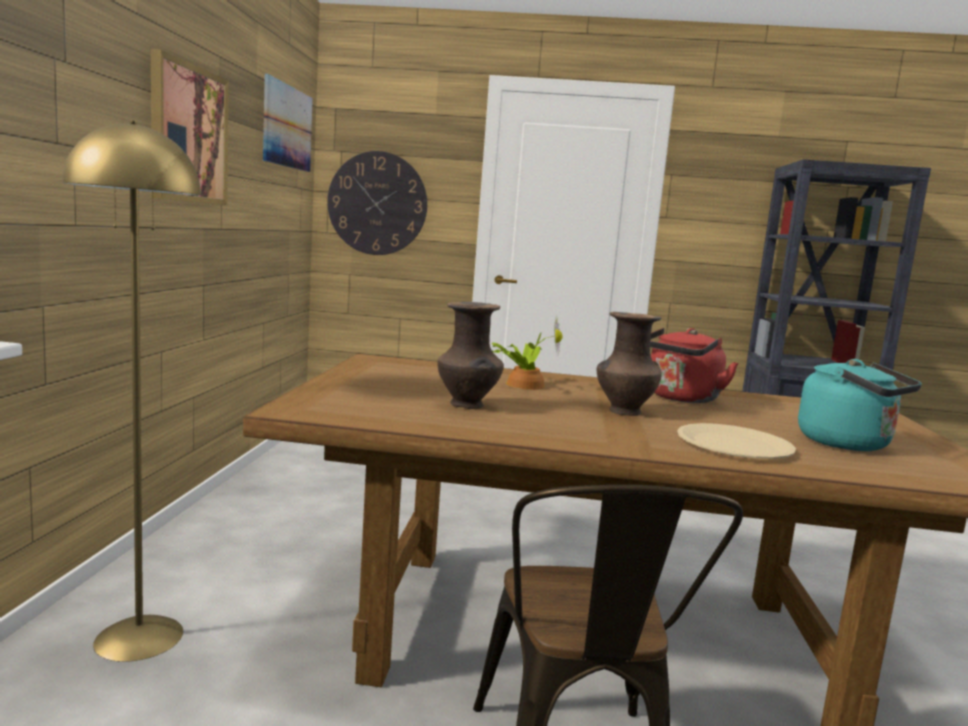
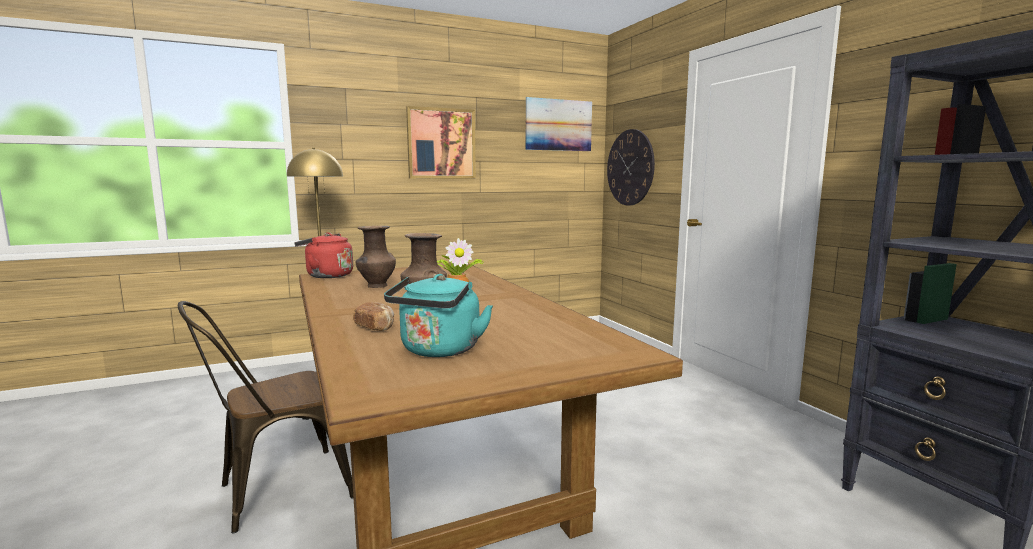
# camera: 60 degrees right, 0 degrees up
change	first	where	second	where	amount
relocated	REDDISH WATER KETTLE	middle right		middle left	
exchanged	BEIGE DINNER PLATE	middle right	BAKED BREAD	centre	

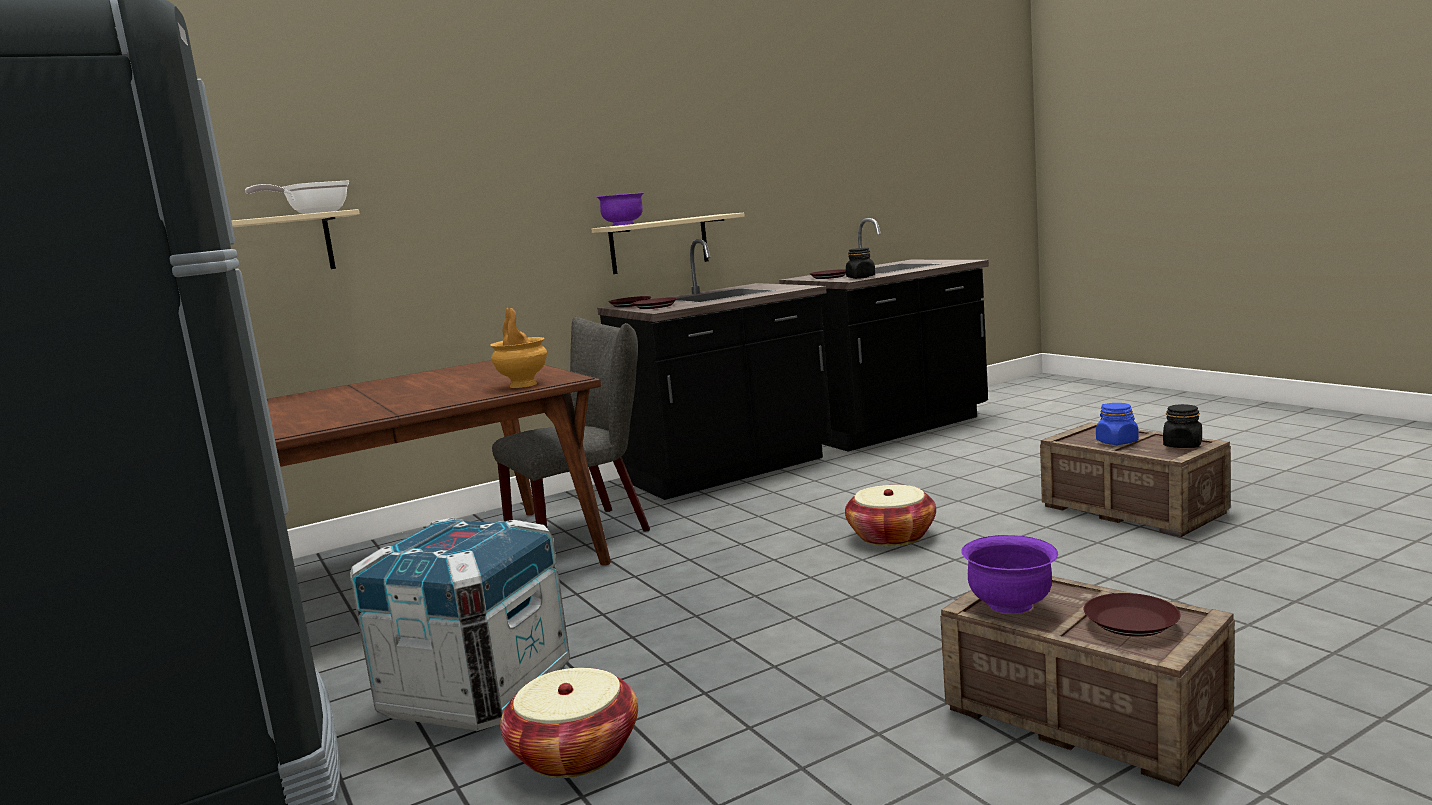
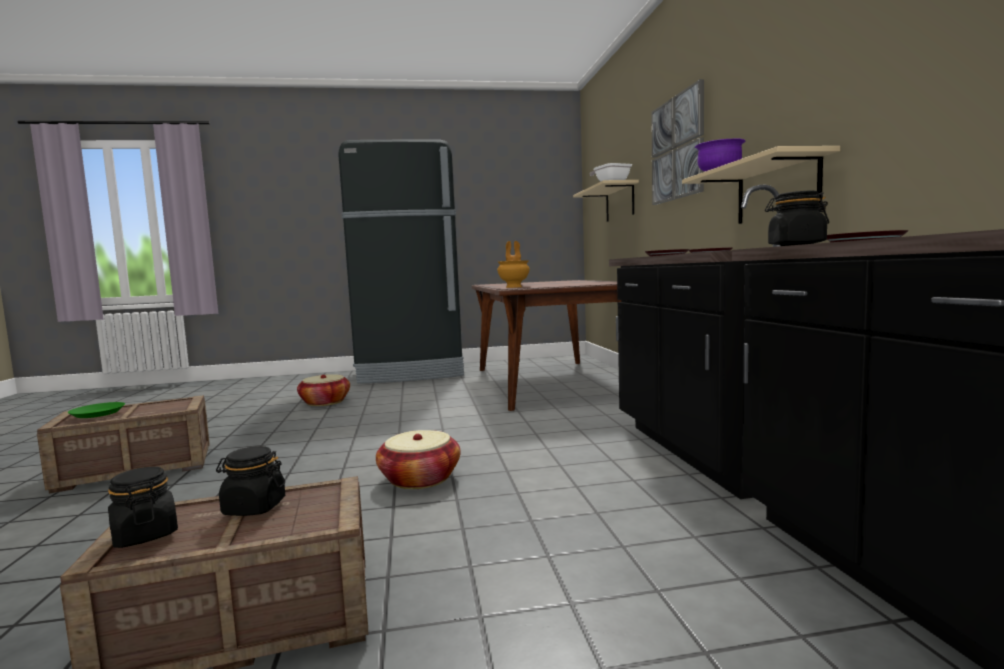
# camera: 110 degrees right, 5 degrees down
change	first	where	second	where	amount
missing	PACKING CRATE (no. 1 from left)	bottom left			
missing	GREY CHAIR	centre			
missing	PURPLE BOWL (no. 2 from left)	bottom right			
colour	BROWN DINNER PLATE (no. 4 from left)	bottom right	GREEN DINNER PLATE	middle left	
colour	BLUISH PRESERVE JAR	middle right	BLACK PRESERVE JAR (no. 2 from left)	bottom left	
appeared			WALL PICTURE	top right	

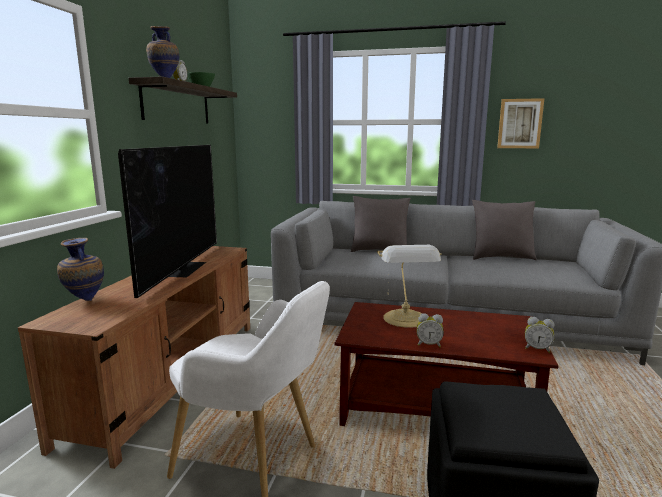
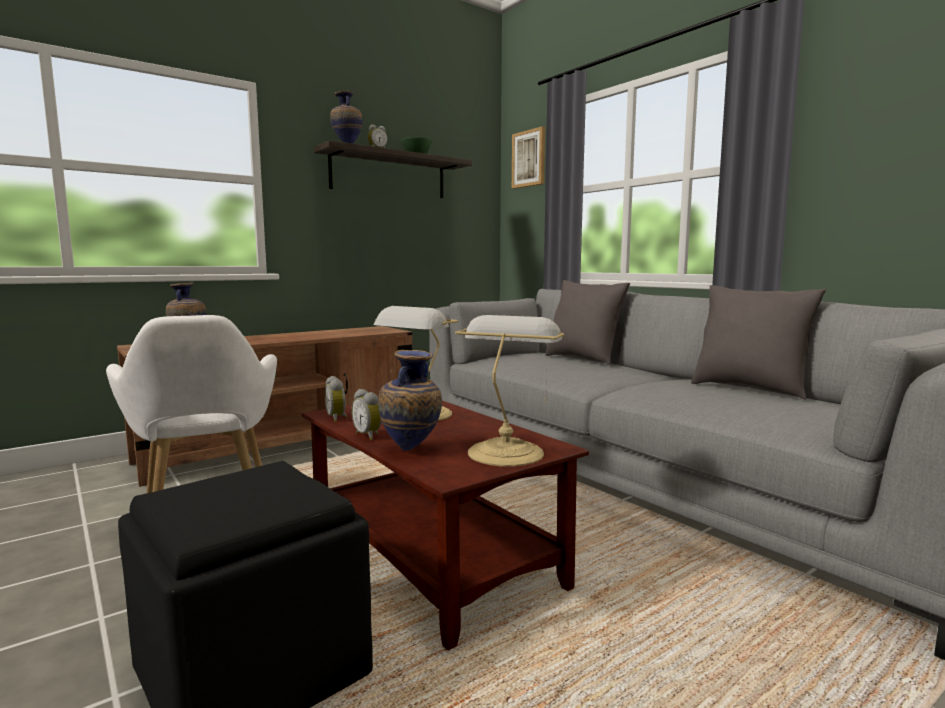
# camera: 40 degrees right, 5 degrees down
change	first	where	second	where	amount
missing	TELEVISION	middle left			
relocated	WALL PICTURE	top right		top centre	
relocated	BEDSIDE CLOCK (no. 3 from left in the first image)	bottom right	BEDSIDE CLOCK (no. 1 from left)	centre	
appeared			VASE (no. 3 from left)	centre	
appeared			TABLE LAMP (no. 2 from left)	centre	

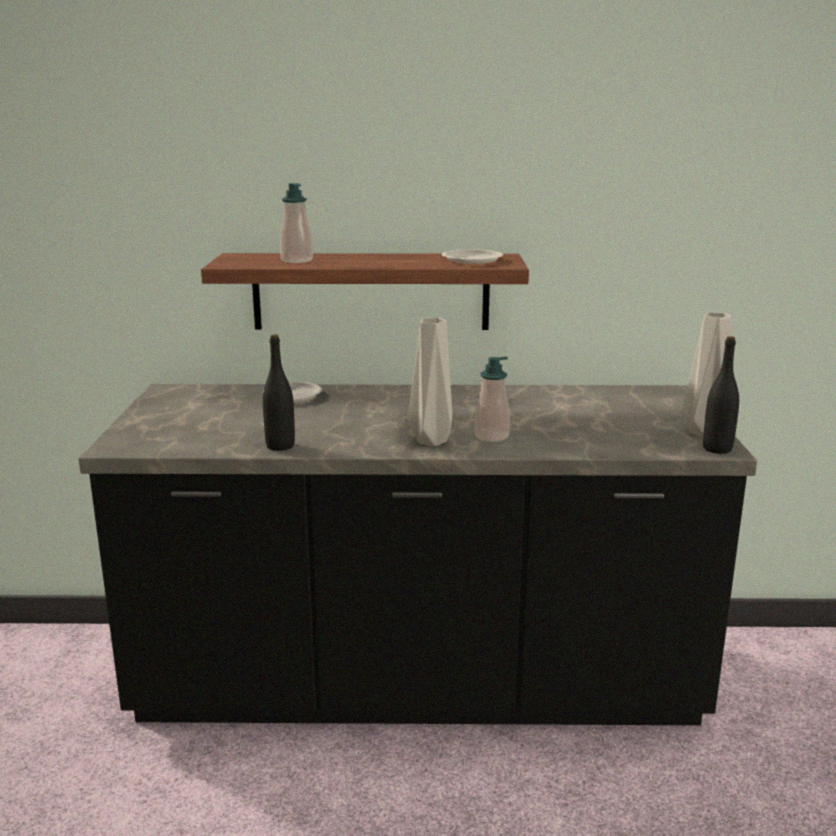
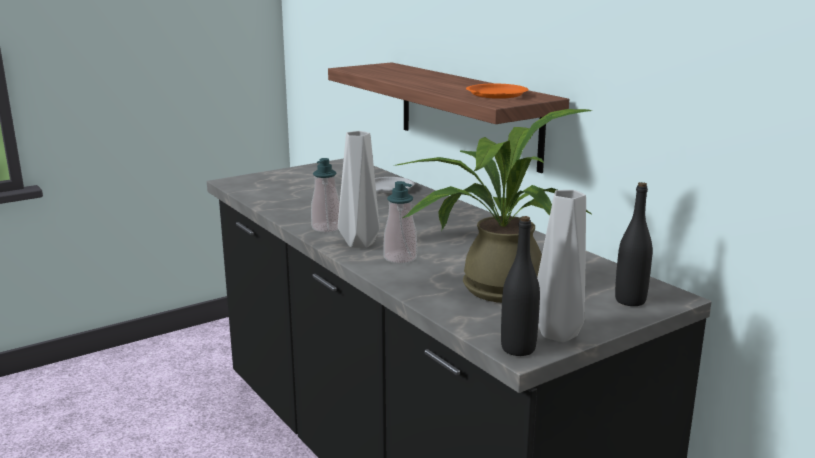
# camera: 55 degrees right, 0 degrees up
change	first	where	second	where	amount
relocated	BLACK BOTTLE (no. 1 from left in the first image)	centre	BLACK BOTTLE (no. 2 from left)	middle right	
relocated	SOAP BOTTLE (no. 1 from left)	top centre		centre	
colour	WHITISH DINNER PLATE (no. 2 from left)	top centre	ORANGE-COLOURED DINNER PLATE	top centre	
appeared			PLANT IN A POT	centre	

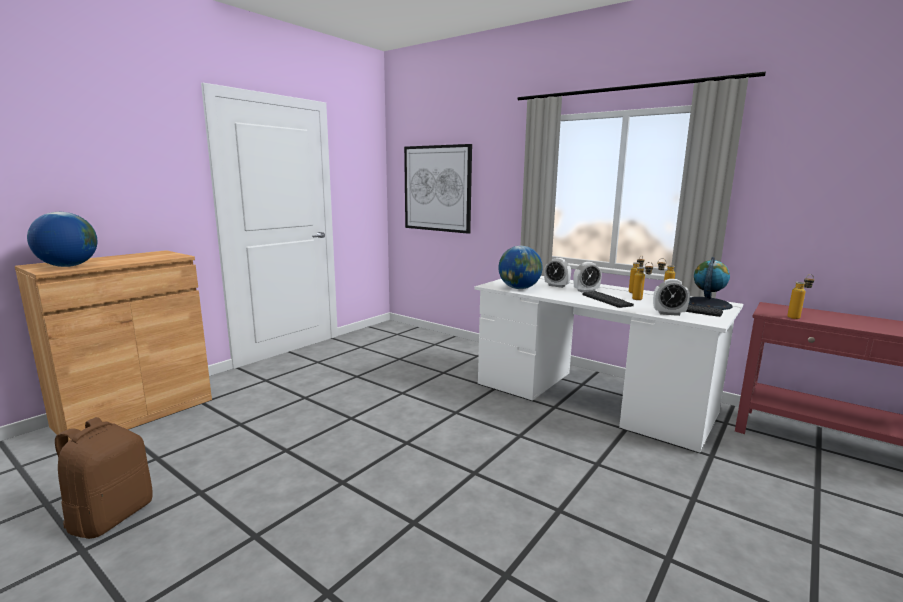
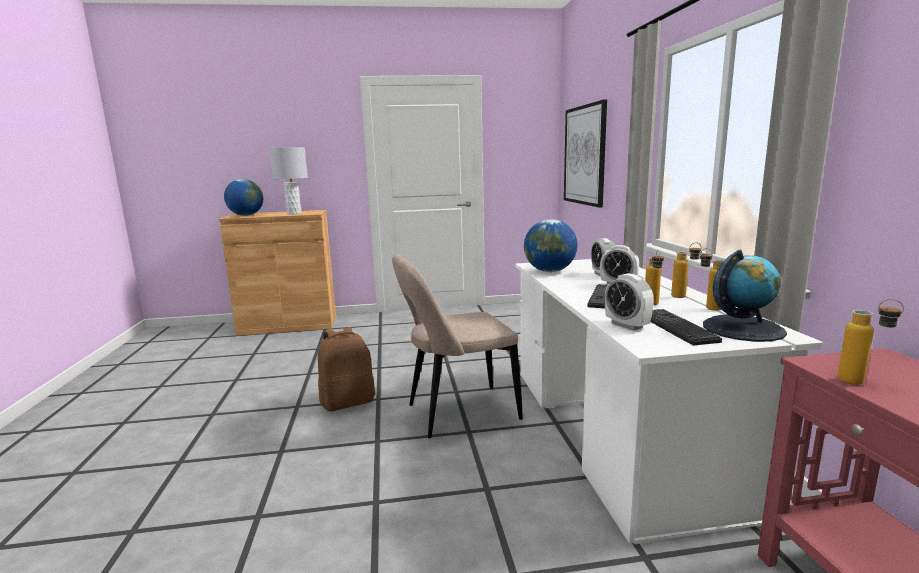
# camera: 45 degrees right, 0 degrees up
change	first	where	second	where	amount
relocated	BROWN RUCKSACK	bottom left		centre	
appeared			GREY TABLE LAMP	top left	
appeared			BEIGE CHAIR	centre	

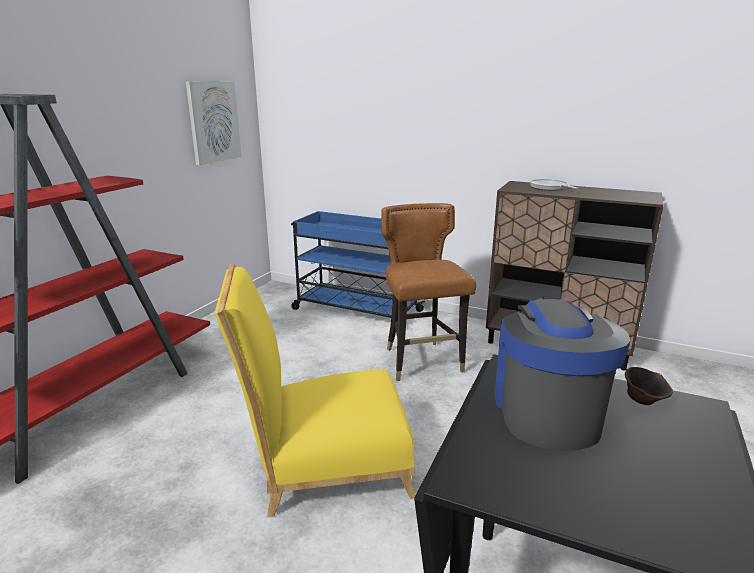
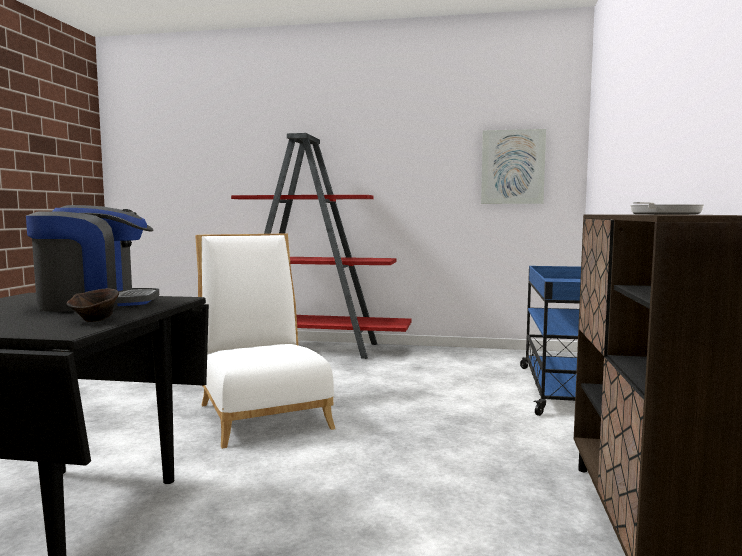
# camera: 75 degrees right, 15 degrees down
change	first	where	second	where	amount
colour	YELLOWISH CHAIR	bottom centre	WHITISH CHAIR	centre	
missing	BROWN CHAIR	centre			

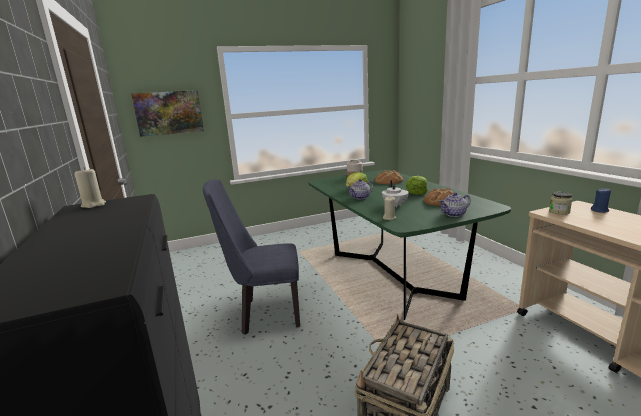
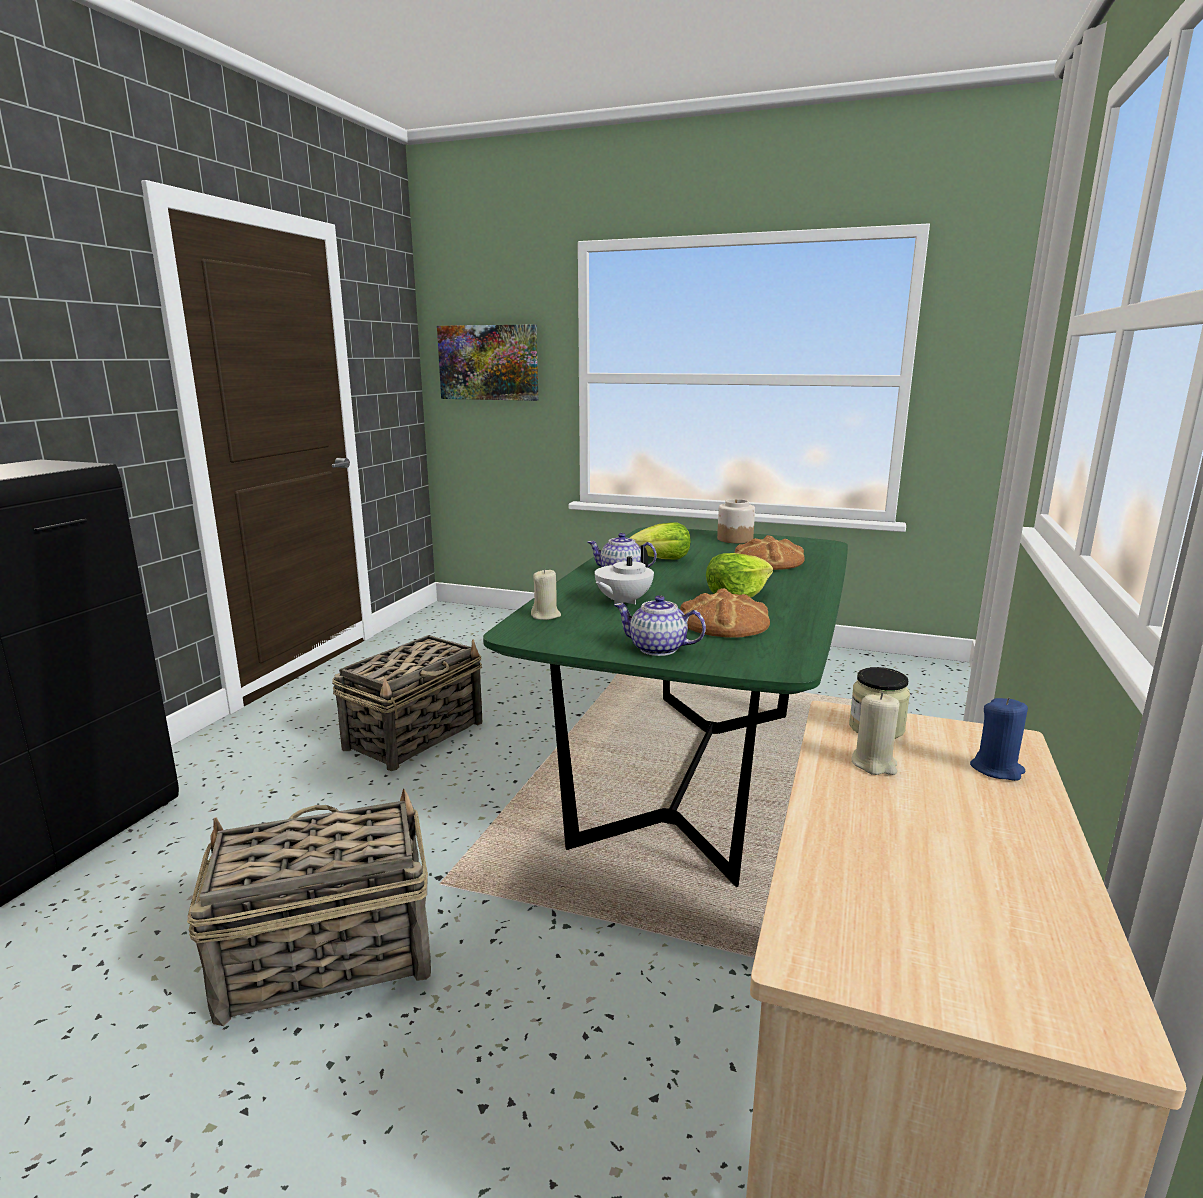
# camera: 40 degrees right, 0 degrees up
change	first	where	second	where	amount
relocated	BEIGE WAX LIGHT (no. 1 from left in the first image)	middle left	BEIGE WAX LIGHT (no. 2 from left)	middle right	
exchanged	BLUISH CHAIR	centre	HOUSEHOLD BASKET (no. 2 from left)	centre	

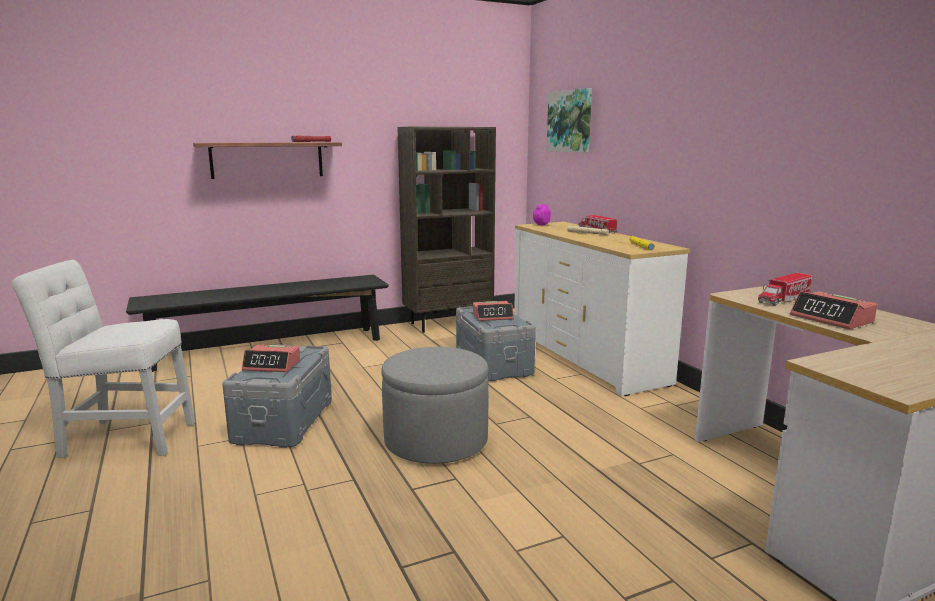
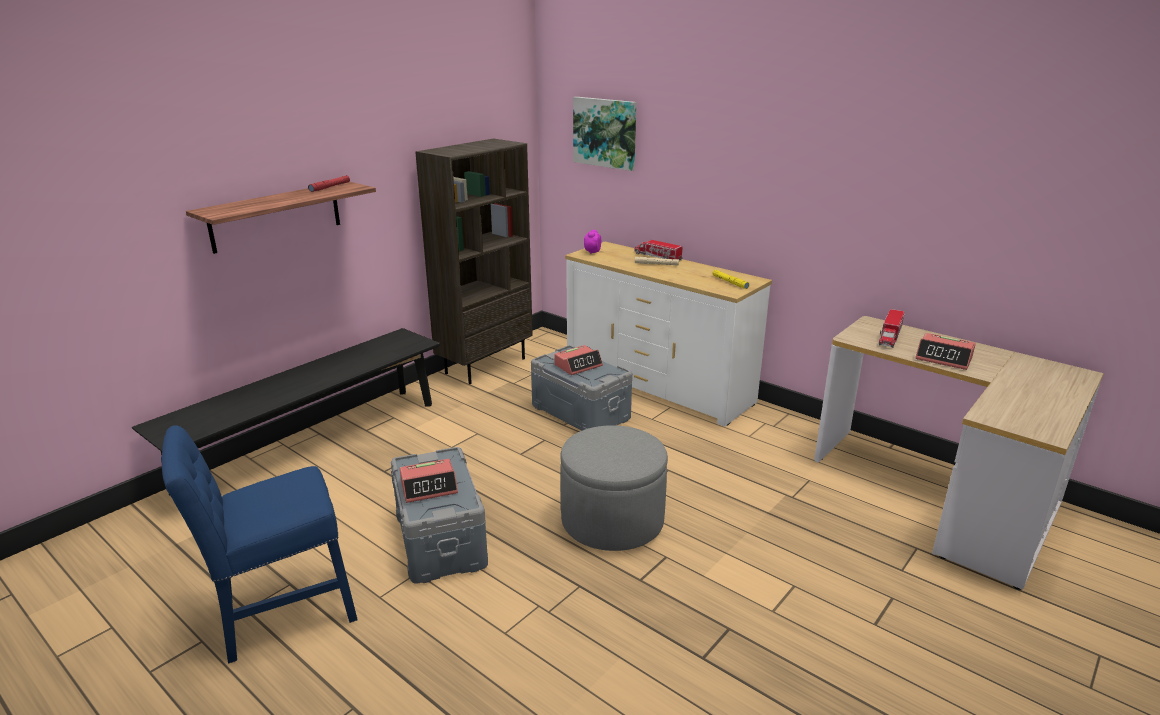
# camera: 25 degrees left, 10 degrees up
change	first	where	second	where	amount
colour	WHITISH CHAIR	middle left	BLUISH CHAIR	bottom left	

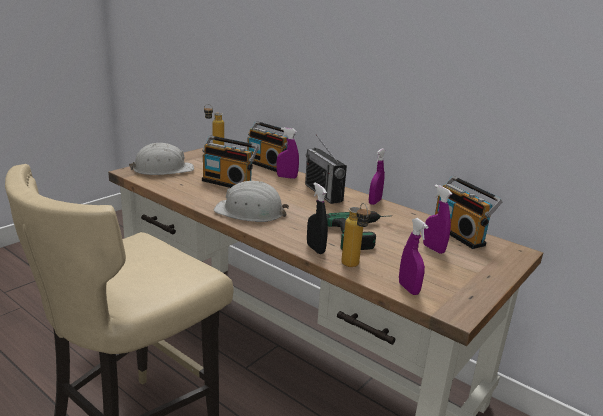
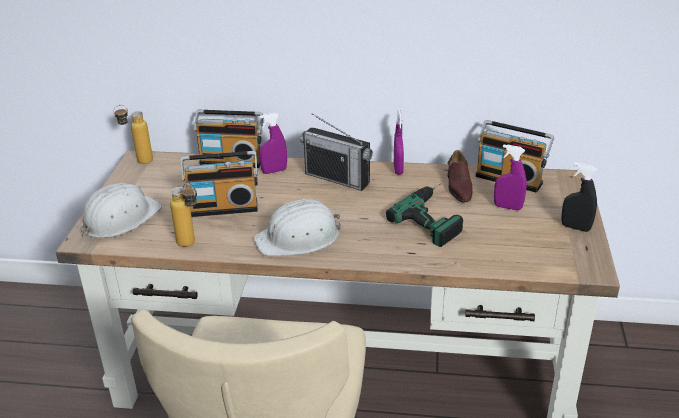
# camera: 30 degrees left, 10 degrees up
change	first	where	second	where	amount
relocated	BLACK HAND SPRAYER	centre		middle right	
relocated	BOTTLE (no. 2 from left)	centre		middle left	
missing	PURPLE HAND SPRAYER (no. 3 from left)	middle right			
appeared			BROWN ITEM OF FOOTWEAR	middle right	

